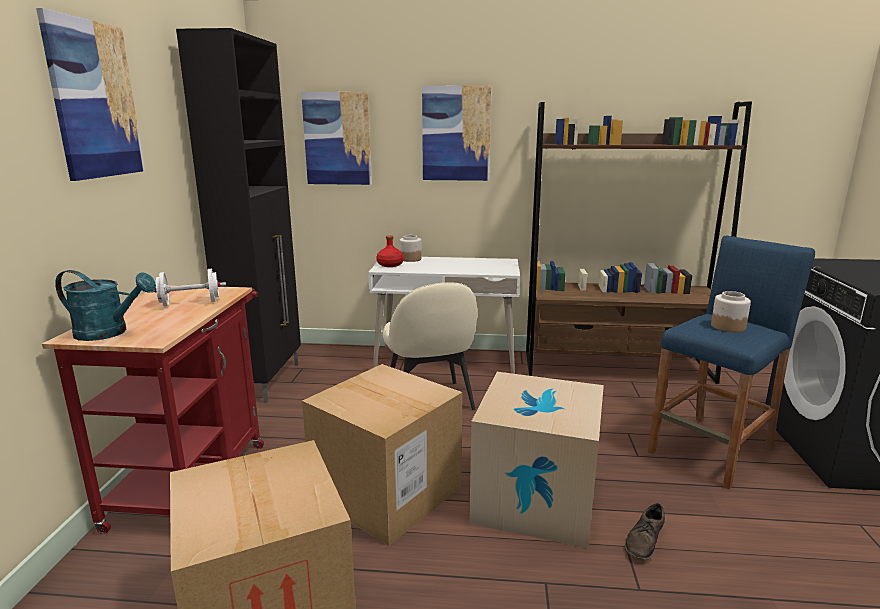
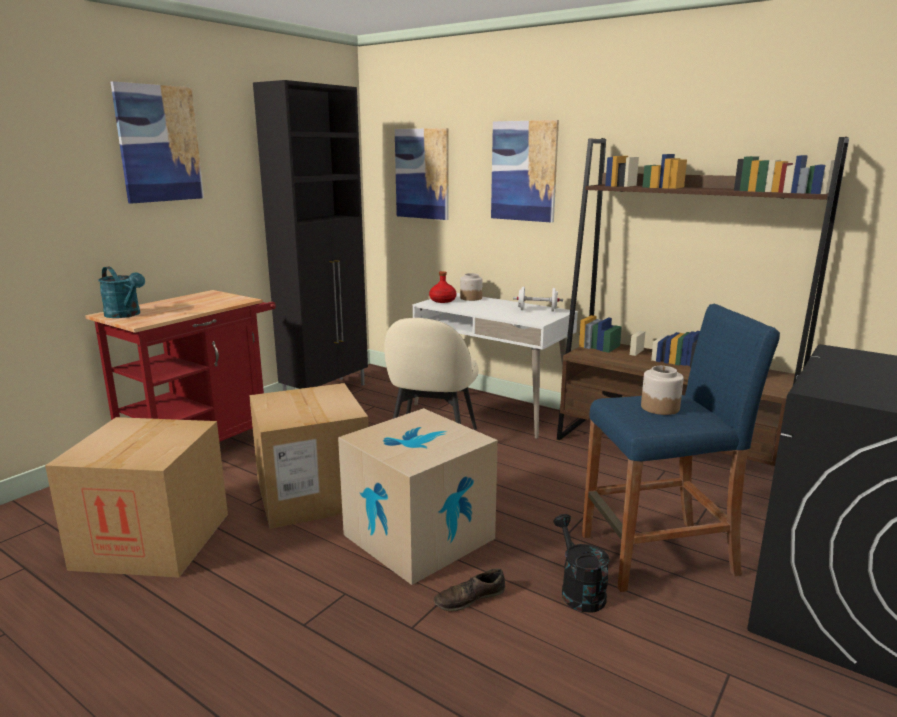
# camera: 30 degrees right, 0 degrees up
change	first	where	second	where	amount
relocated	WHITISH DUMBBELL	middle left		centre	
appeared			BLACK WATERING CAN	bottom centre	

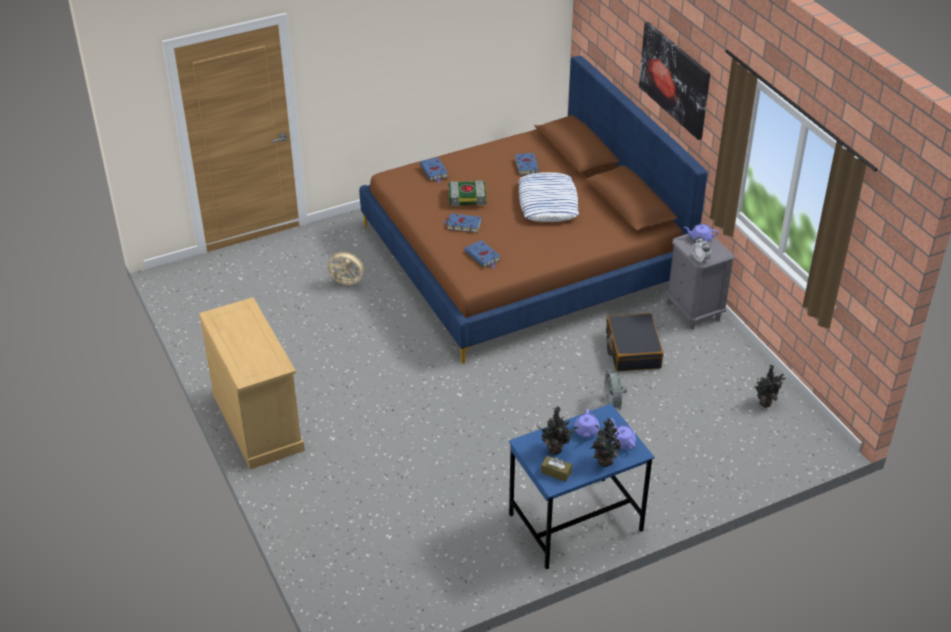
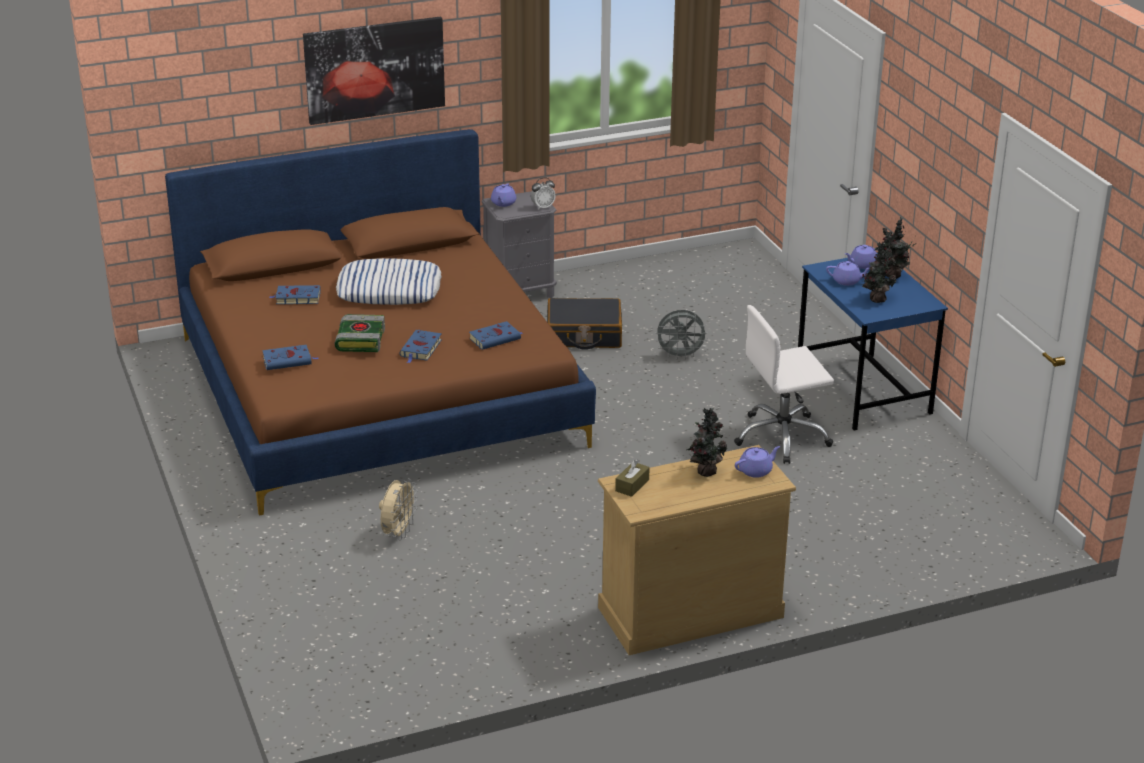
# camera: 85 degrees left, 10 degrees down
change	first	where	second	where	amount
relocated	BROWN TISSUE HOLDER	bottom centre		centre	
relocated	PLANT IN A POT (no. 3 from left in the first image)	middle right	PLANT IN A POT (no. 1 from left)	centre	
appeared			WHITISH OFFICE CHAIR	middle right	
appeared			PURPLE POT FOR TEA (no. 2 from left)	centre	

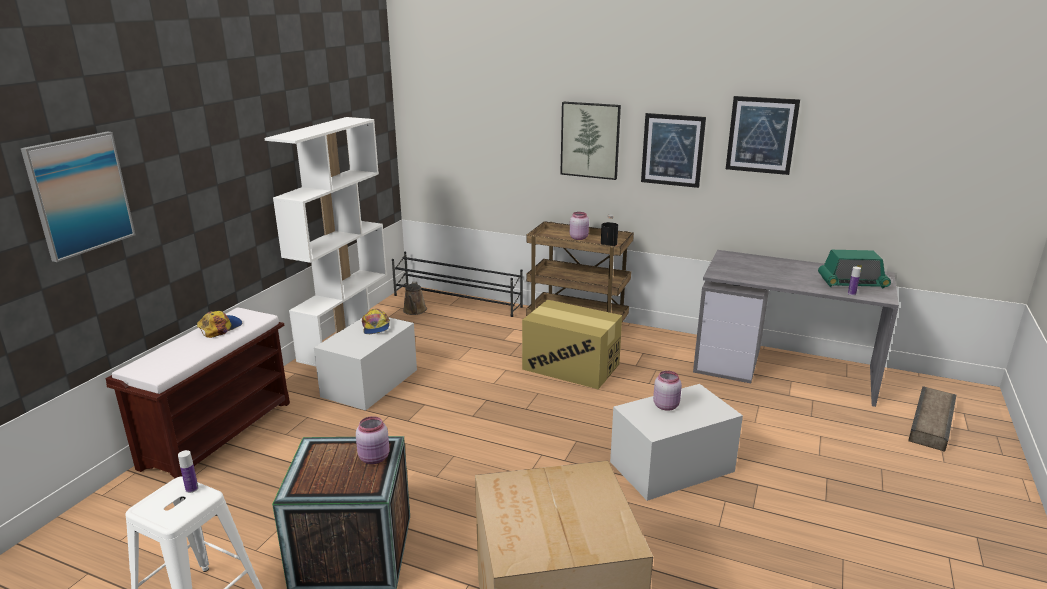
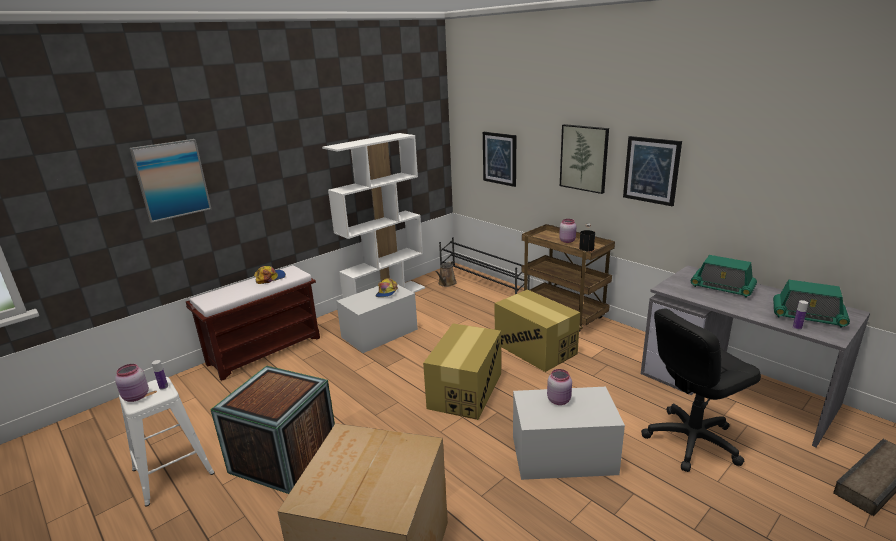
# camera: 25 degrees right, 0 degrees up
change	first	where	second	where	amount
relocated	PINKISH PRESERVE JAR (no. 1 from left)	bottom centre		bottom left	
relocated	WALL PICTURE (no. 4 from left in the first image)	top right	WALL PICTURE (no. 2 from left)	top centre	
appeared			PACKING BOX (no. 2 from left)	bottom centre	
appeared			BLACK OFFICE CHAIR	bottom right	
appeared			RADIO (no. 1 from left)	middle right	

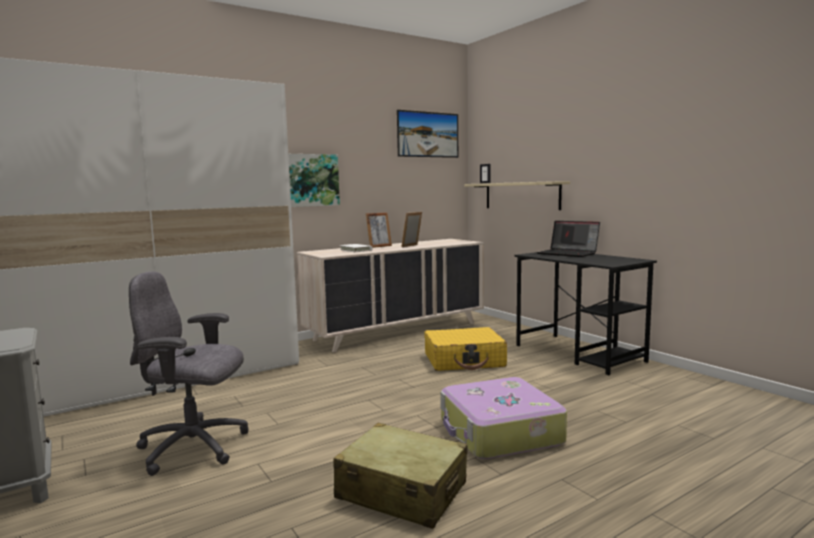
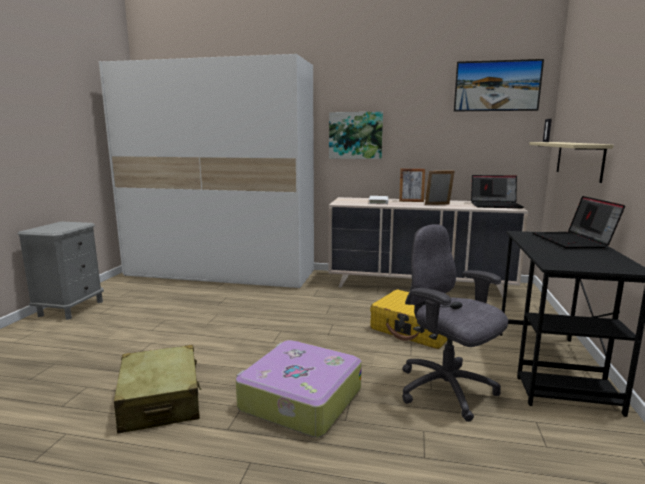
# camera: 45 degrees right, 5 degrees up
change	first	where	second	where	amount
relocated	GREY OFFICE CHAIR	bottom left		bottom right	
appeared			NOTEBOOK COMPUTER (no. 1 from left)	middle right	

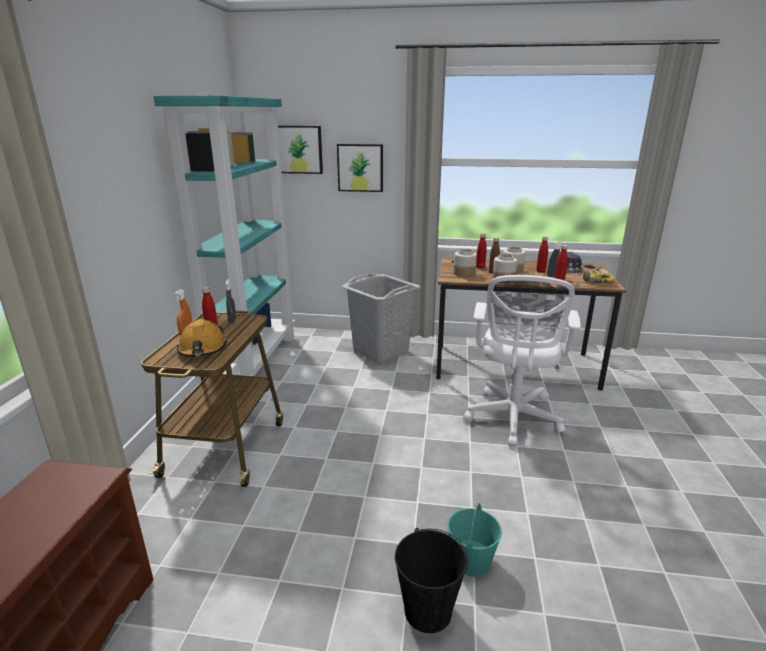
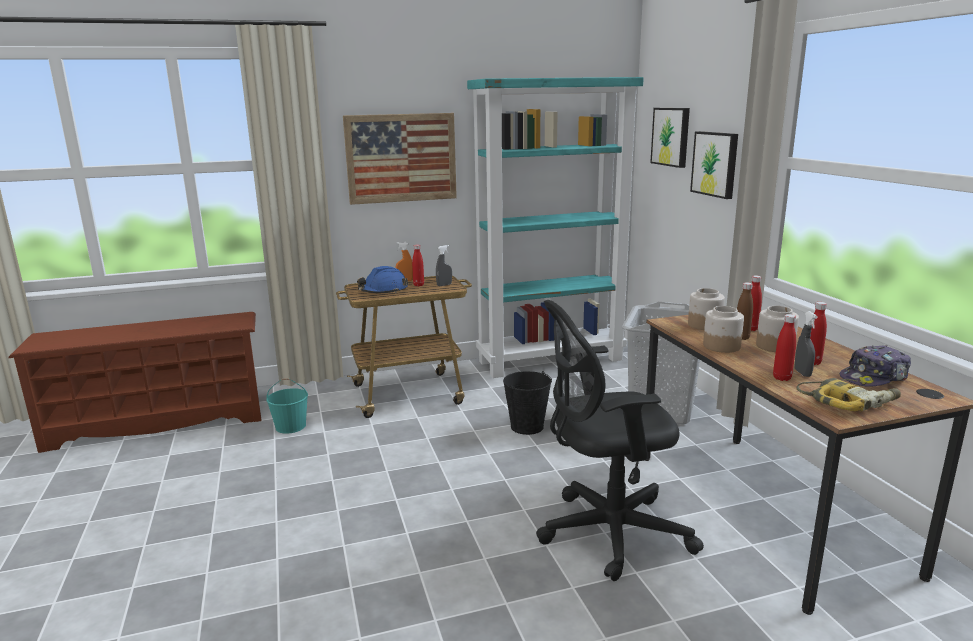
# camera: 65 degrees right, 5 degrees down
change	first	where	second	where	amount
colour	ORANGE-COLOURED SAFETY HELMET	middle left	BLUISH SAFETY HELMET	centre	
relocated	BLACK PAIL	bottom centre		centre	
relocated	TURQUOISE PAIL	bottom centre		middle left	
colour	WHITISH OFFICE CHAIR	middle right	BLACK OFFICE CHAIR	bottom centre	
appeared			WALL PICTURE (no. 1 from left)	top centre	

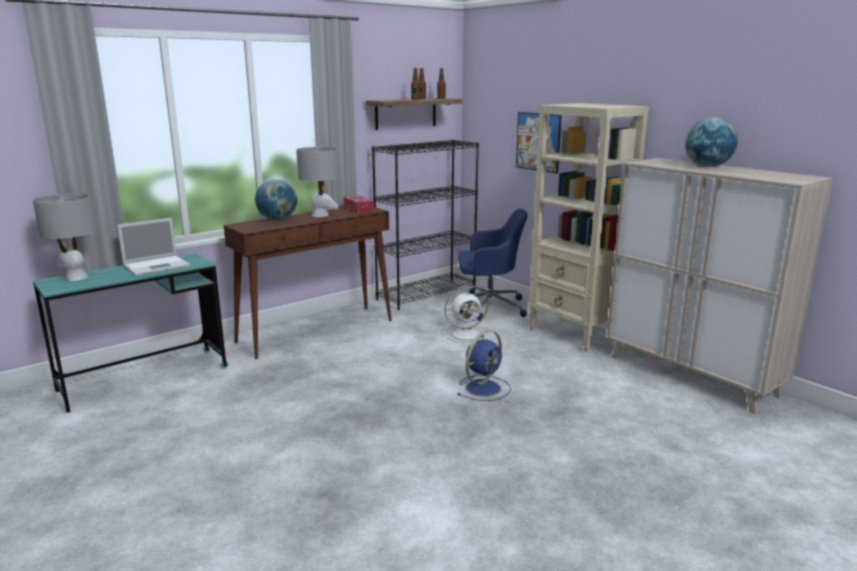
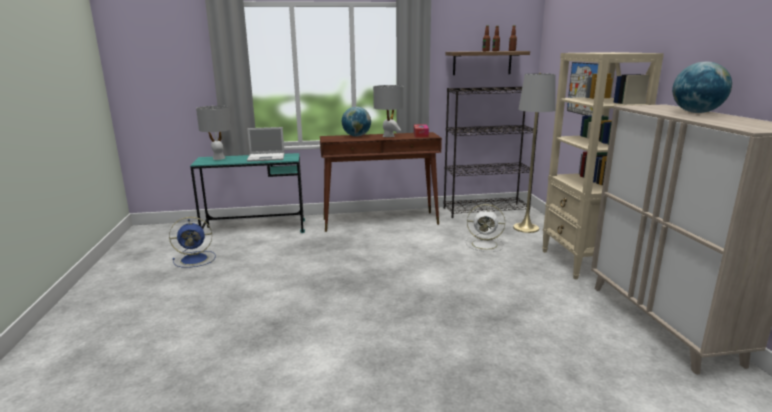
# camera: 30 degrees right, 0 degrees up
change	first	where	second	where	amount
exchanged	BLUISH OFFICE CHAIR	centre	GREY FLOOR LAMP	middle right	
relocated	BLUISH FAN	centre		middle left	

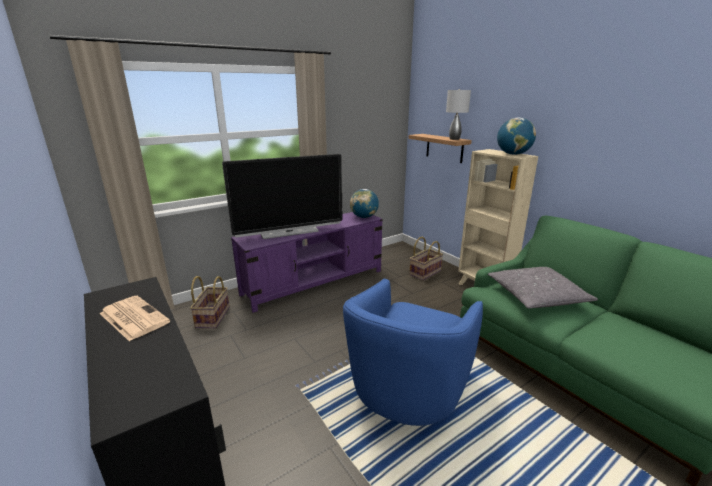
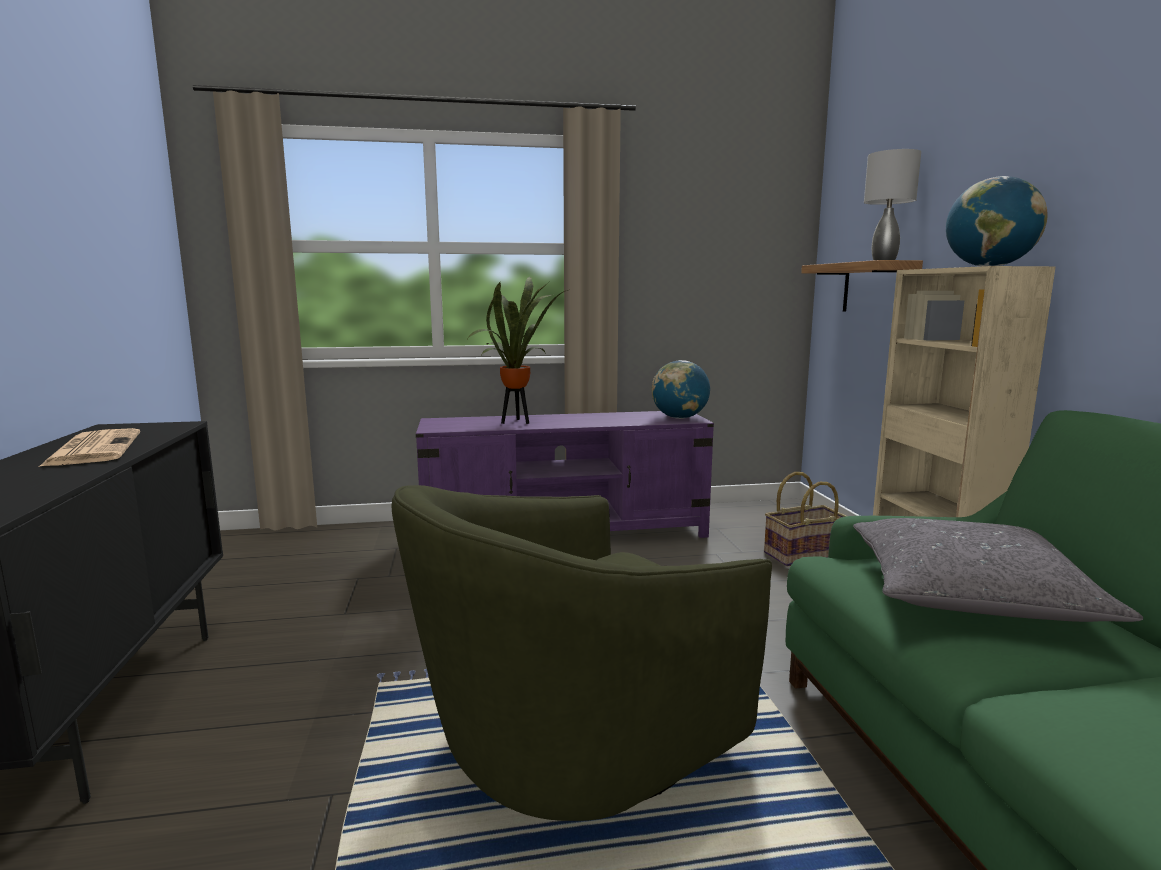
# camera: 25 degrees right, 10 degrees down
change	first	where	second	where	amount
missing	HOUSEHOLD BASKET (no. 1 from left)	middle left			
exchanged	TELEVISION	centre	PLANT IN A POT	centre	
colour	BLUISH ARMCHAIR	bottom centre	GREEN ARMCHAIR	bottom centre	

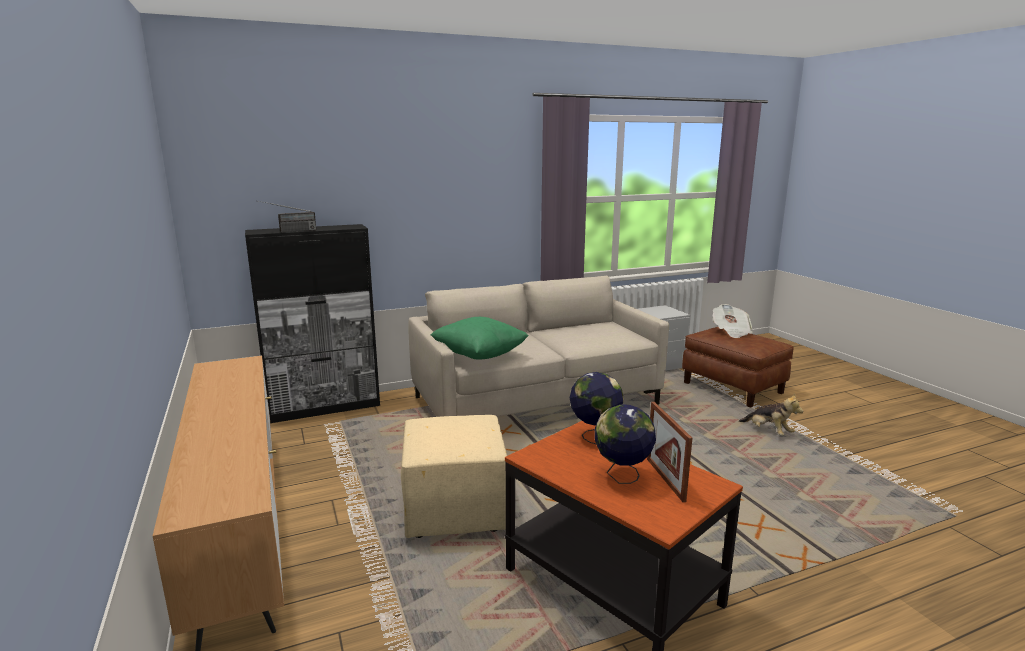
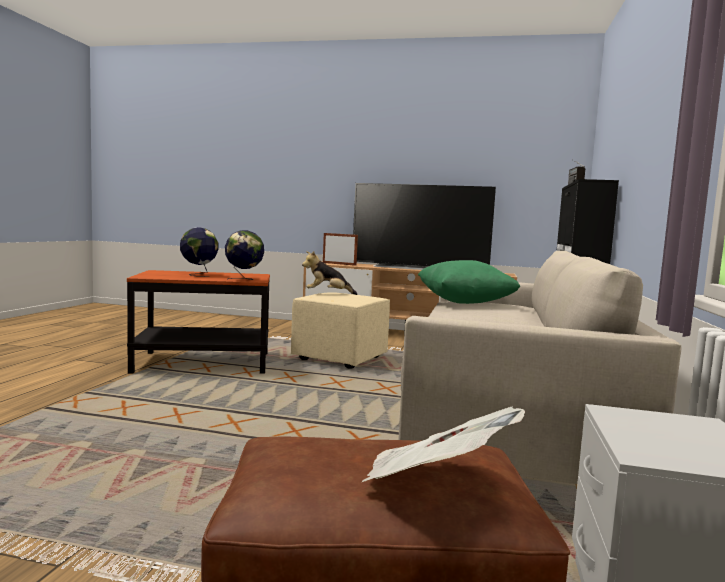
# camera: 125 degrees right, 10 degrees down
change	first	where	second	where	amount
relocated	STANDING FRAME	bottom centre		centre	
relocated	PLUSH TOY	middle right		centre	
appeared			TELEVISION	centre	

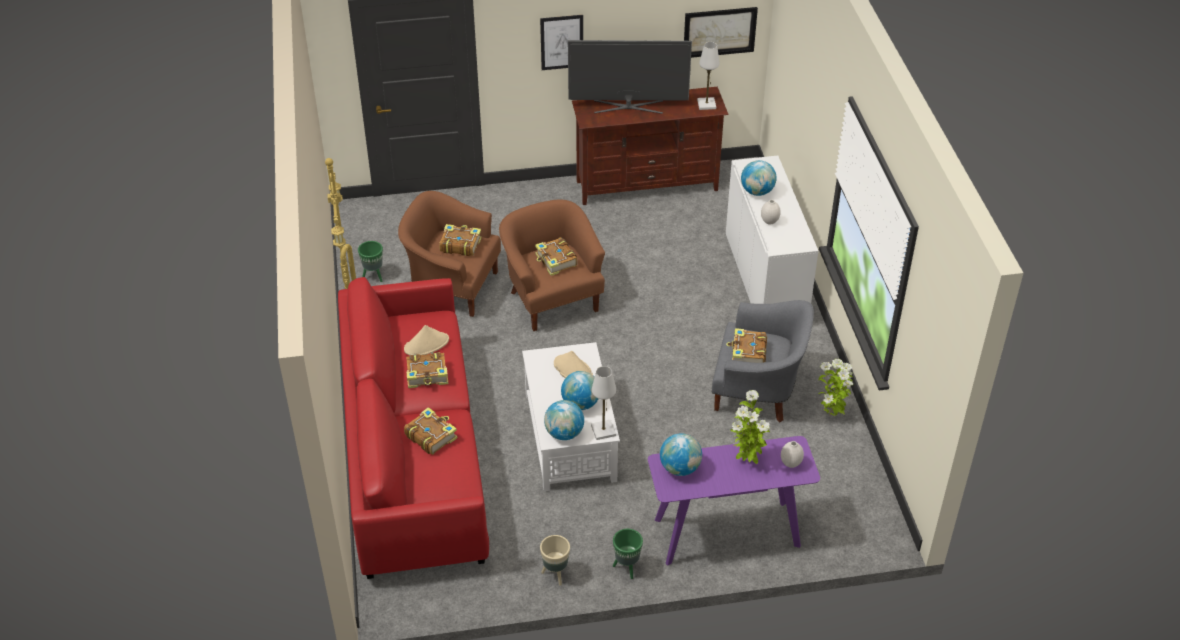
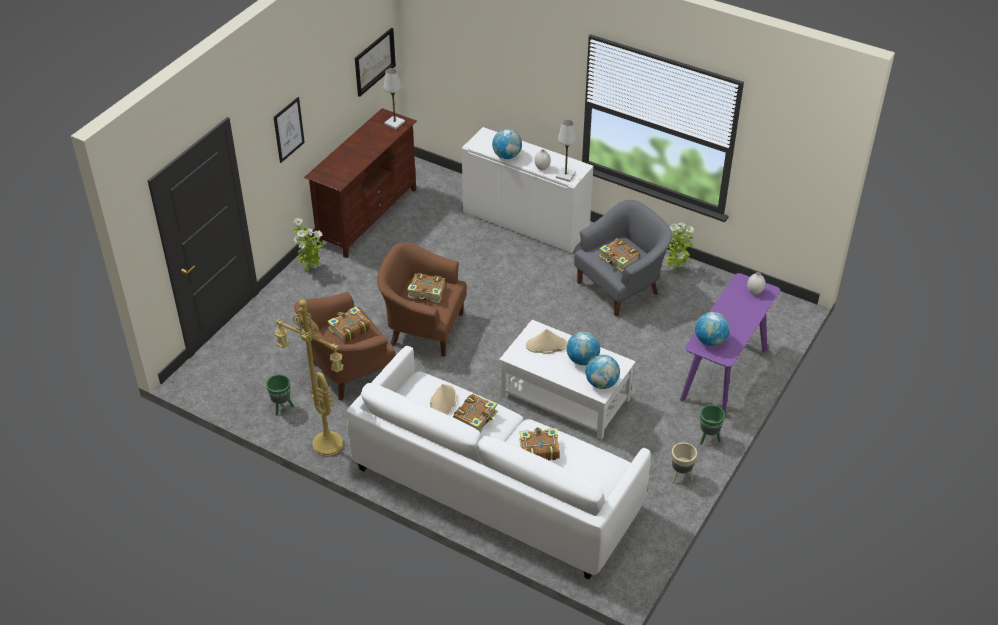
# camera: 50 degrees left, 0 degrees up
change	first	where	second	where	amount
colour	REDDISH SOFA	bottom centre	WHITISH SOFA	bottom centre	
missing	TELEVISION	top centre			
relocated	WHITISH TABLE LAMP (no. 1 from left in the first image)	centre	WHITISH TABLE LAMP (no. 2 from left)	top centre	
relocated	PLANT IN A POT (no. 1 from left)	bottom centre		middle left	

